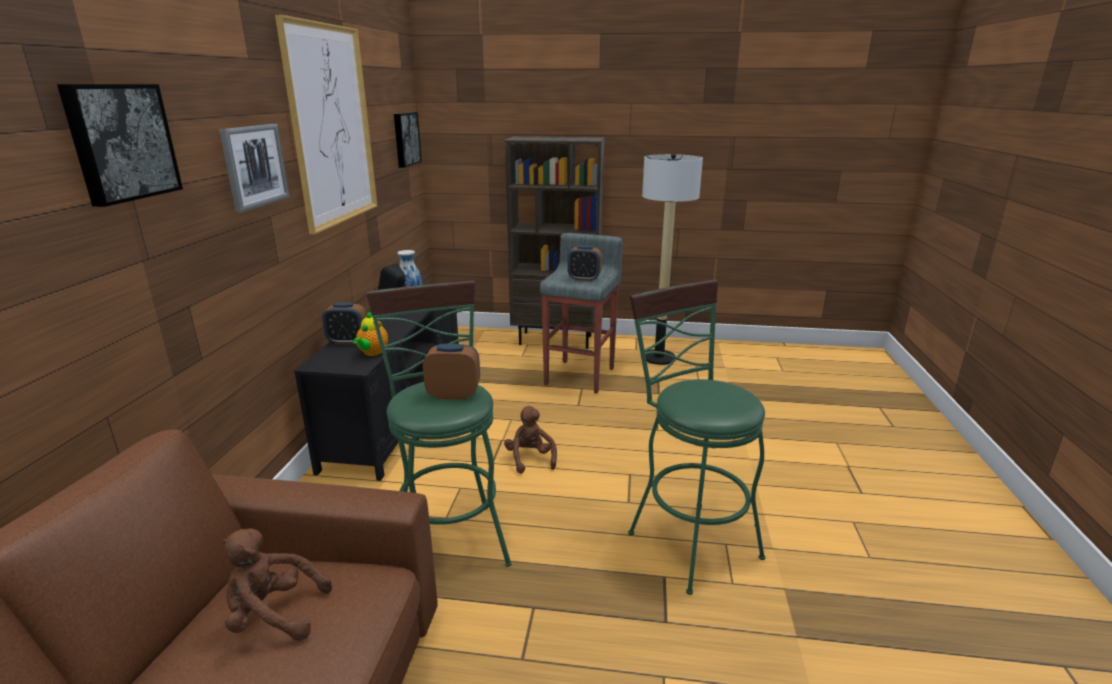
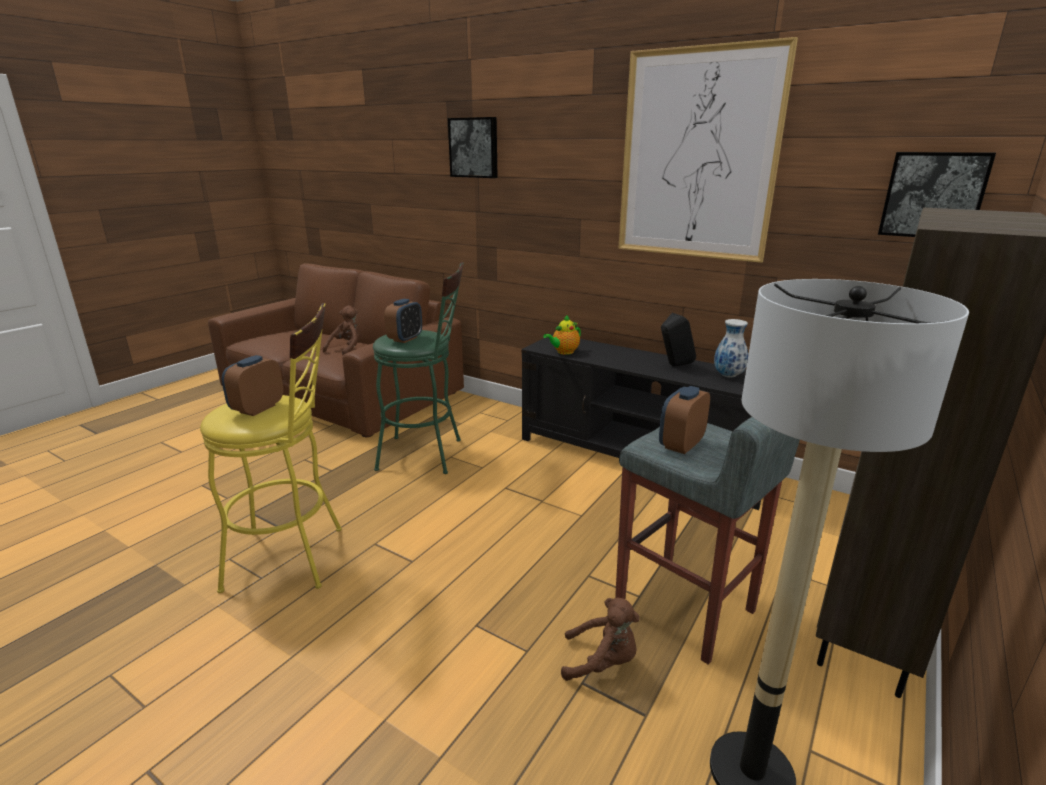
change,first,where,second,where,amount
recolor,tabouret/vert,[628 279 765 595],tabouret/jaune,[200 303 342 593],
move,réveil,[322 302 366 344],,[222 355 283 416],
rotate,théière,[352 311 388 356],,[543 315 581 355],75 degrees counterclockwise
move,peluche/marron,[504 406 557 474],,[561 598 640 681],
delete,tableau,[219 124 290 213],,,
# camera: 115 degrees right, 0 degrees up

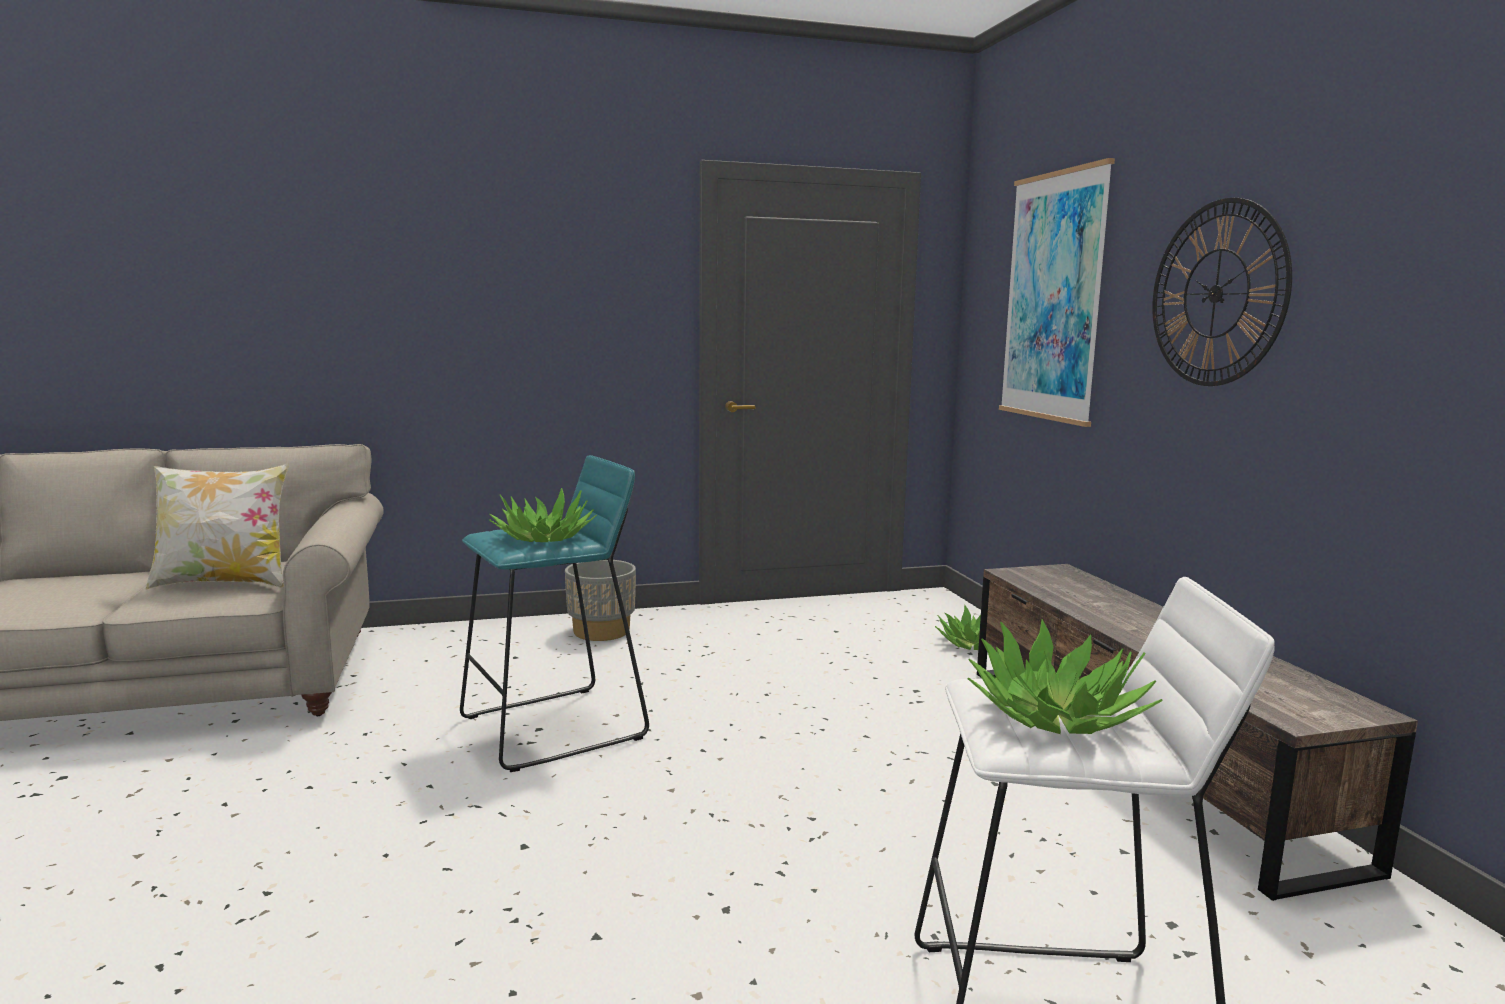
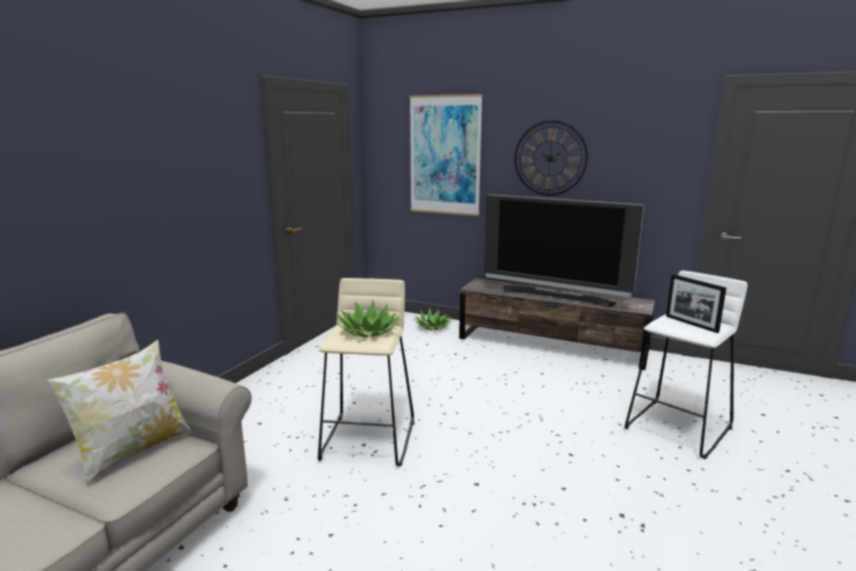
change,first,where,second,where,amount
recolor,tabouret/turquoise,[460 455 649 772],tabouret/beige,[318 278 414 467],
insert,,,téléviseur,[484 194 644 307],
replace,plante en pot,[968 619 1163 734],cadre photo,[666 274 726 333],
delete,cache-pot/gris,[565 560 636 641],,,
# camera: 50 degrees left, 5 degrees up

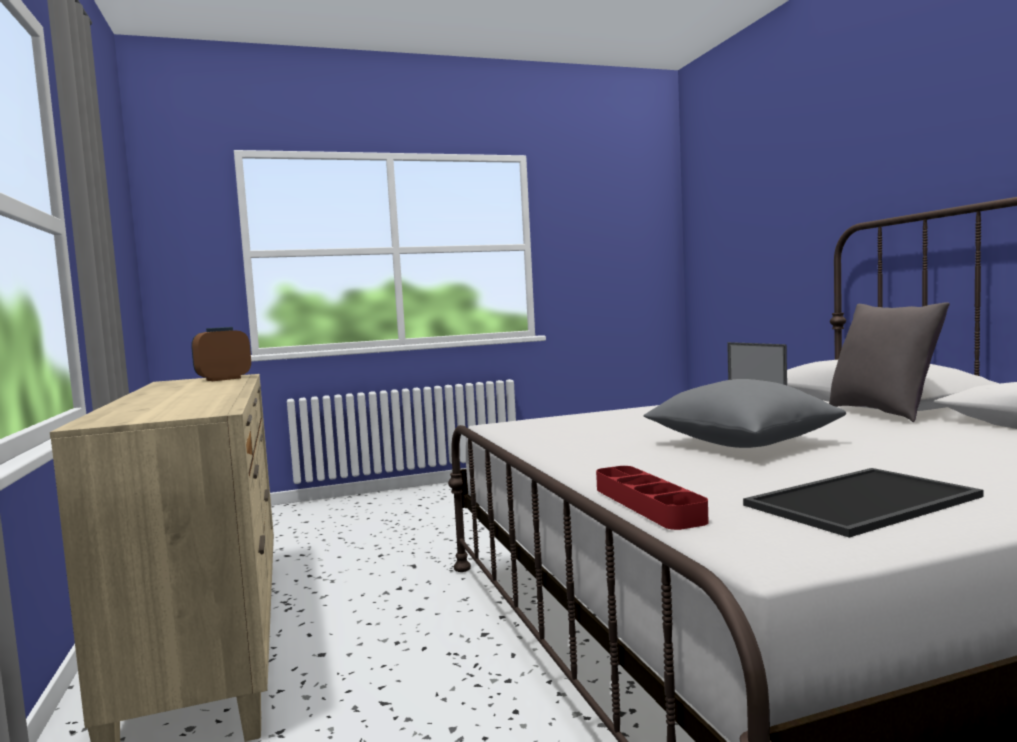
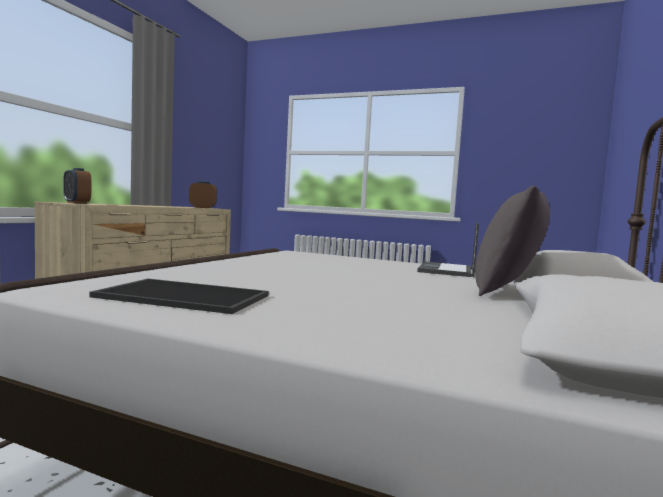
change,first,where,second,where,amount
insert,,,réveil,[63 168 91 204],
delete,plateau/rouge,[596 466 709 530],,,
delete,coussin/gris,[643 379 846 448],,,
# camera: 40 degrees right, 0 degrees up

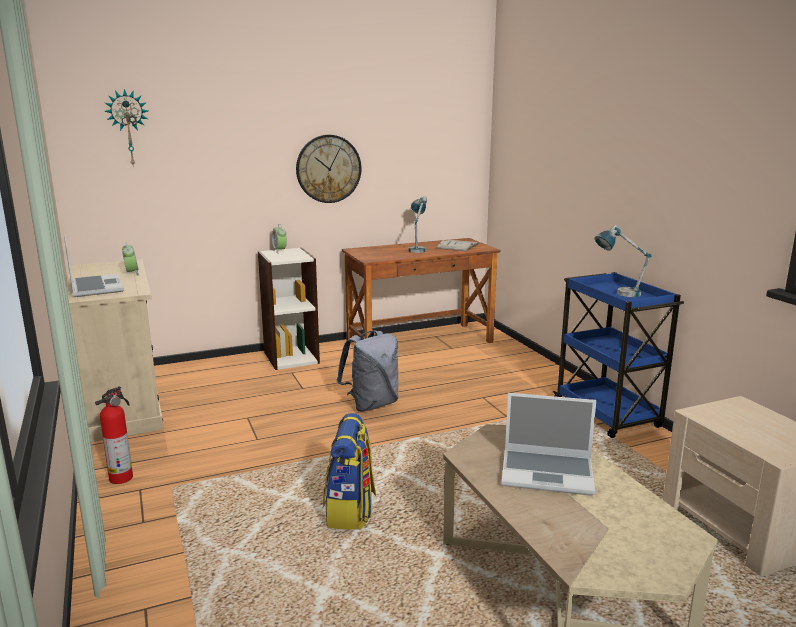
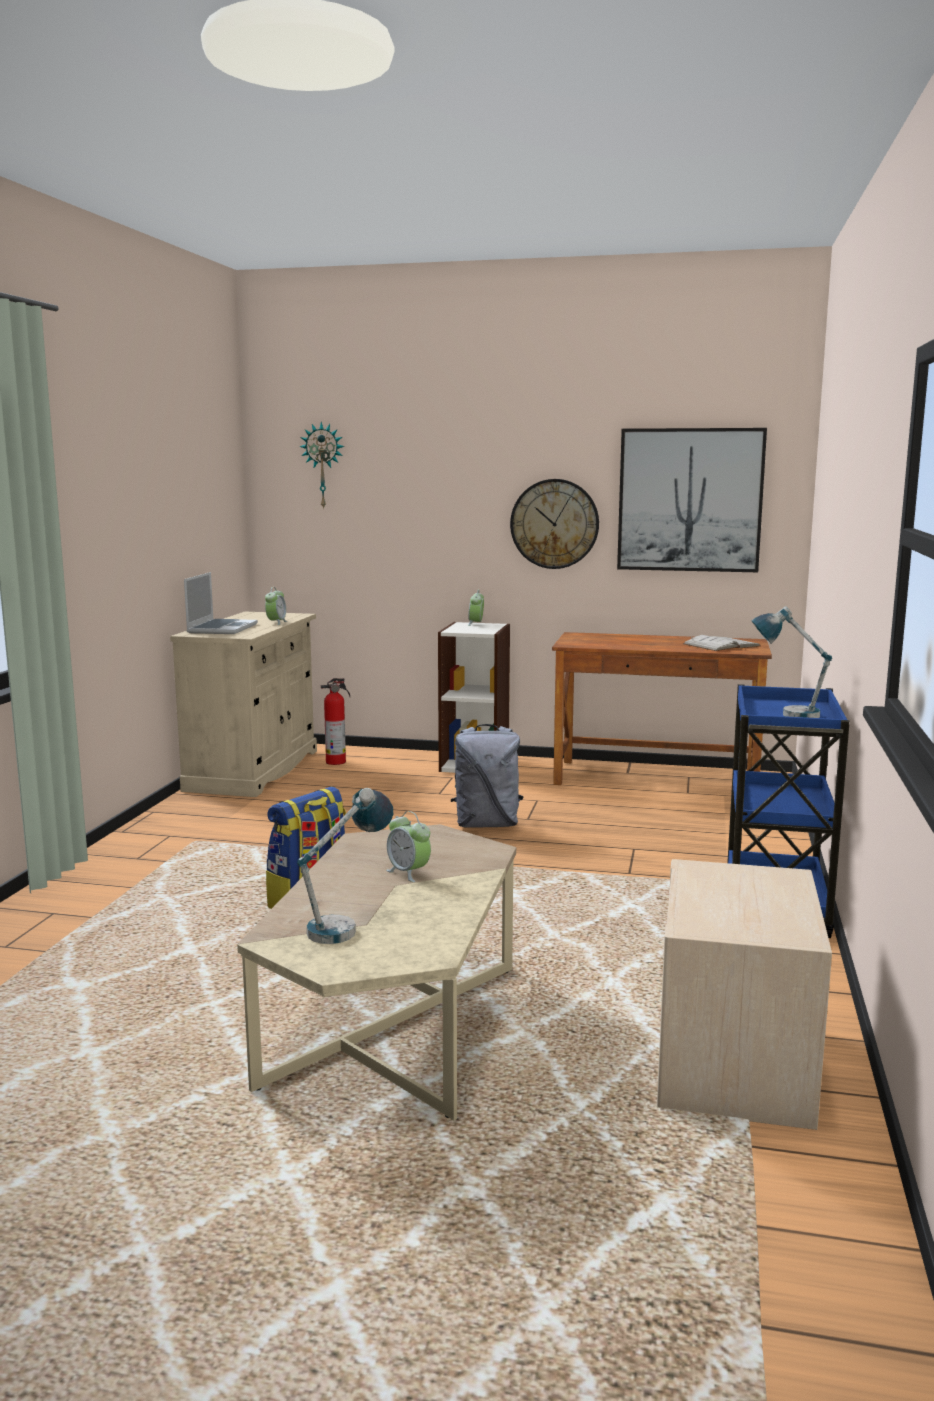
change,first,where,second,where,amount
move,lampe de table,[408 196 427 253],,[297 788 393 944],
move,extincteur,[95 386 133 484],,[321 678 350 765],
replace,ordinateur portable,[501 393 596 496],réveil,[386 811 431 882],
insert,,,tableau,[617 428 767 572],
# camera: 35 degrees right, 5 degrees down

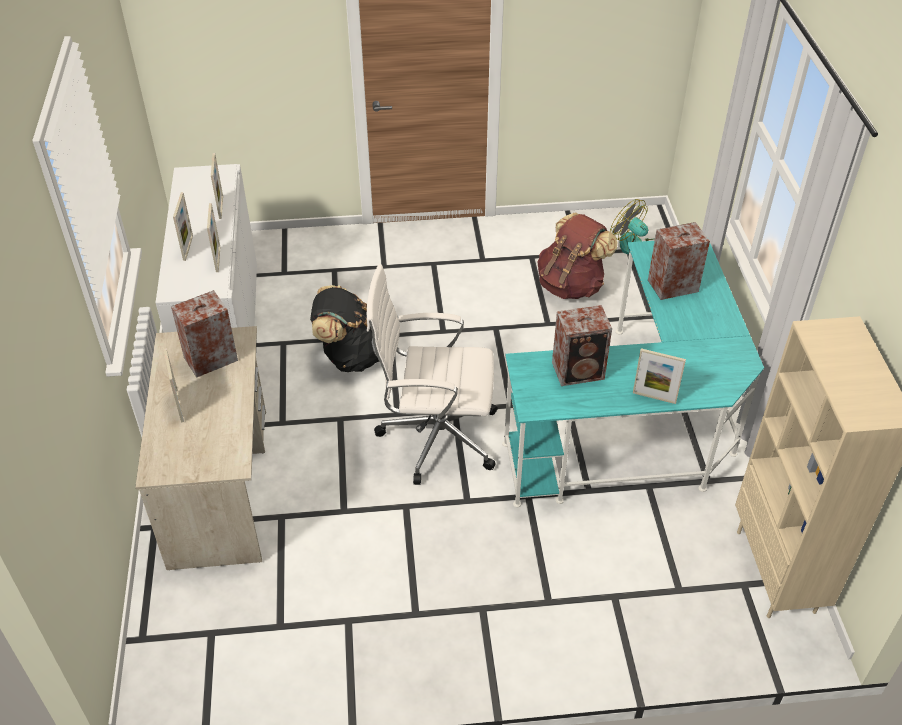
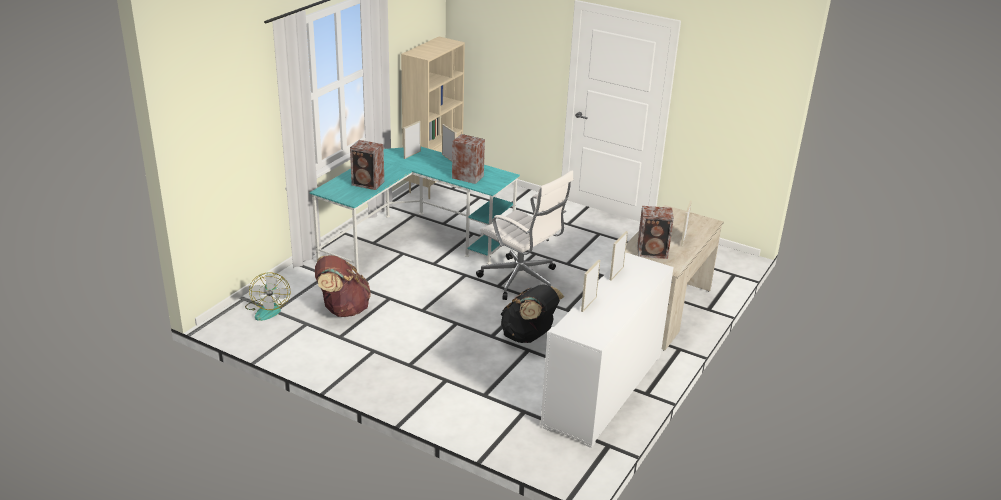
change,first,where,second,where,amount
move,cadre photo,[173 192 193 261],,[403 121 421 159],
# camera: 145 degrees left, 15 degrees down

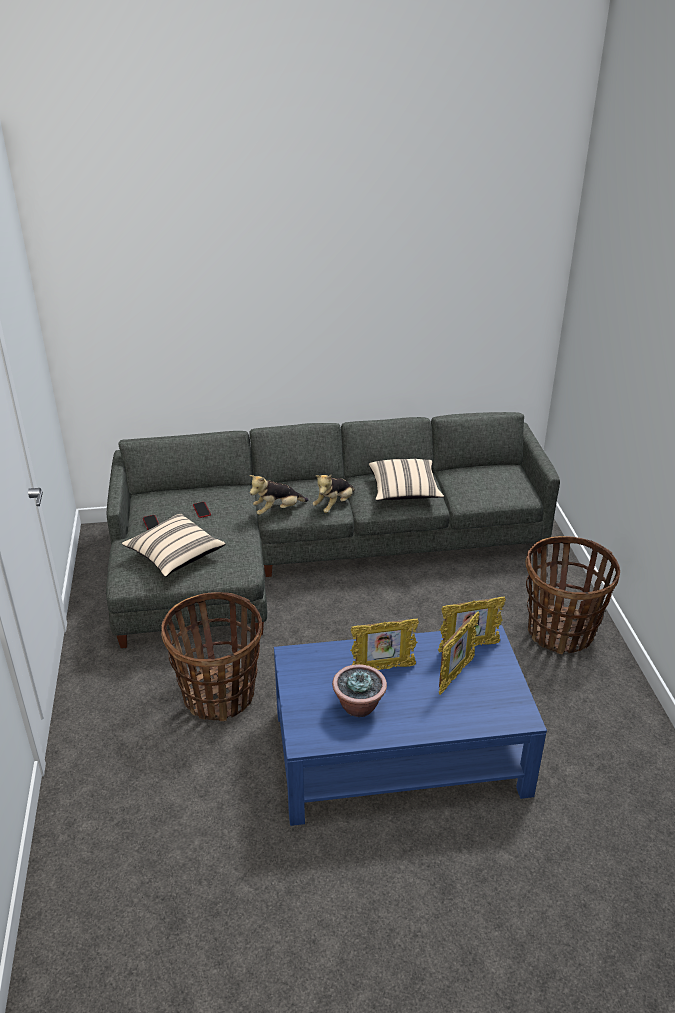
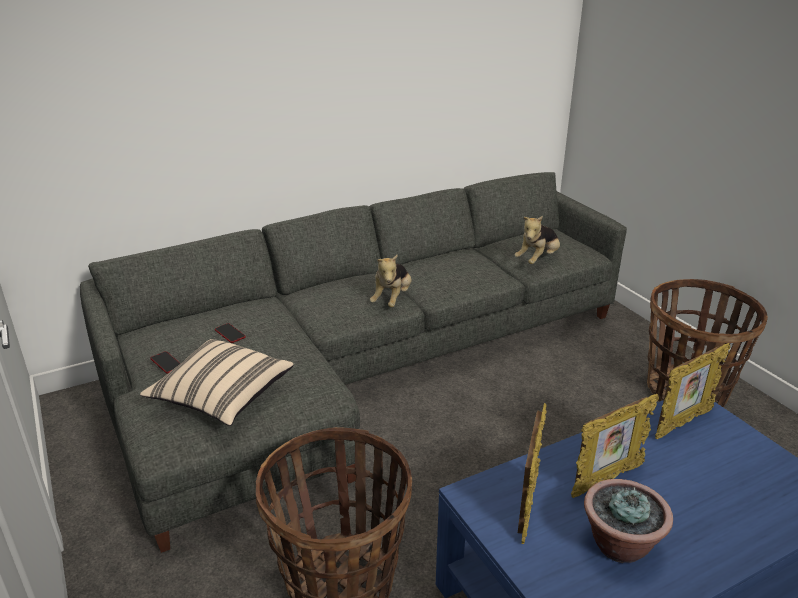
change,first,where,second,where,amount
move,peluche,[249 475 309 515],,[515 216 560 264],
move,cadre photo,[439 612 480 695],,[518 403 547 544],
delete,coussin/beige,[369 459 444 501],,,
# camera: 20 degrees left, 5 degrees down

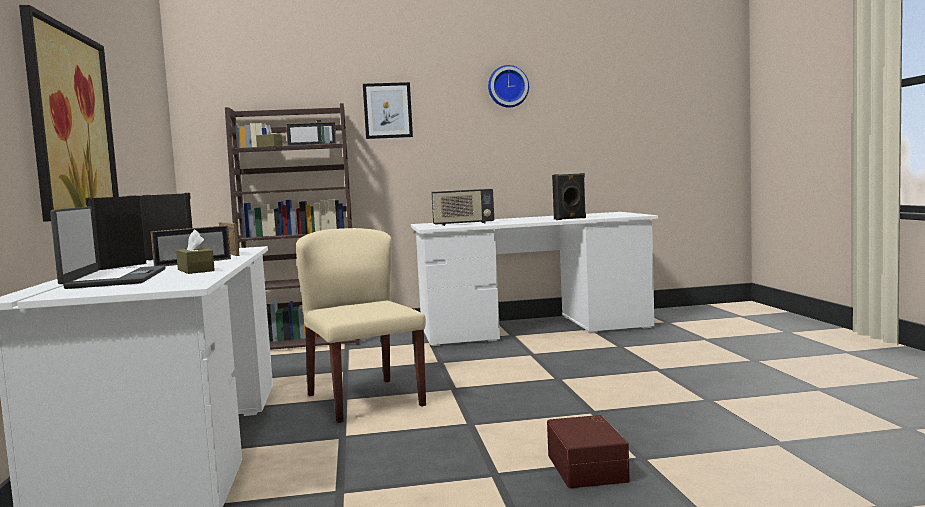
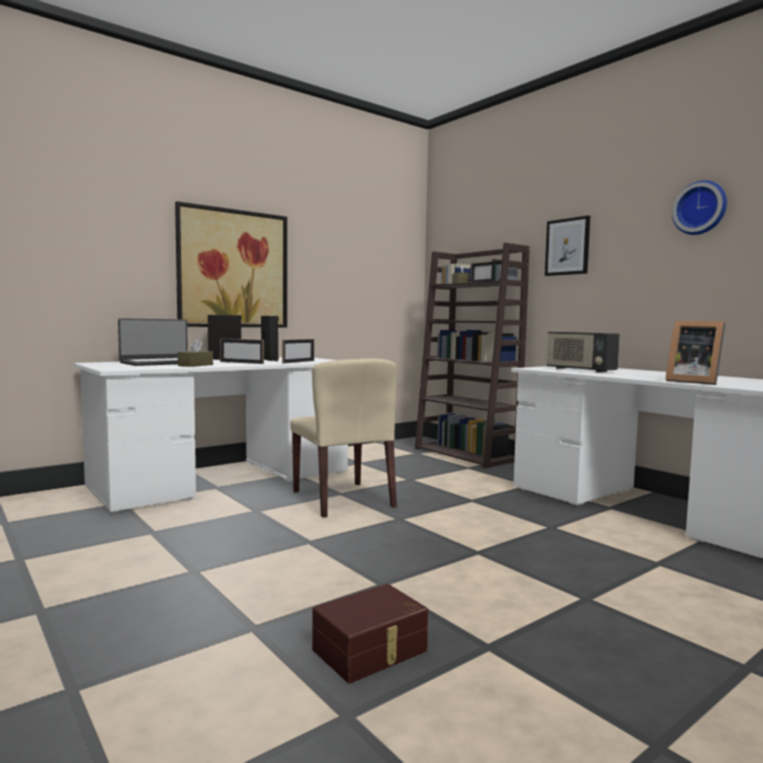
change,first,where,second,where,amount
rotate,chaise/beige,[296 228 426 423],,[290 358 397 518],120 degrees clockwise
move,boîte de rangement/marron,[547 415 630 488],,[312 584 428 683],
replace,enceinte/noir,[552 173 586 220],cadre photo,[665 321 725 385],
# camera: 60 degrees right, 0 degrees up

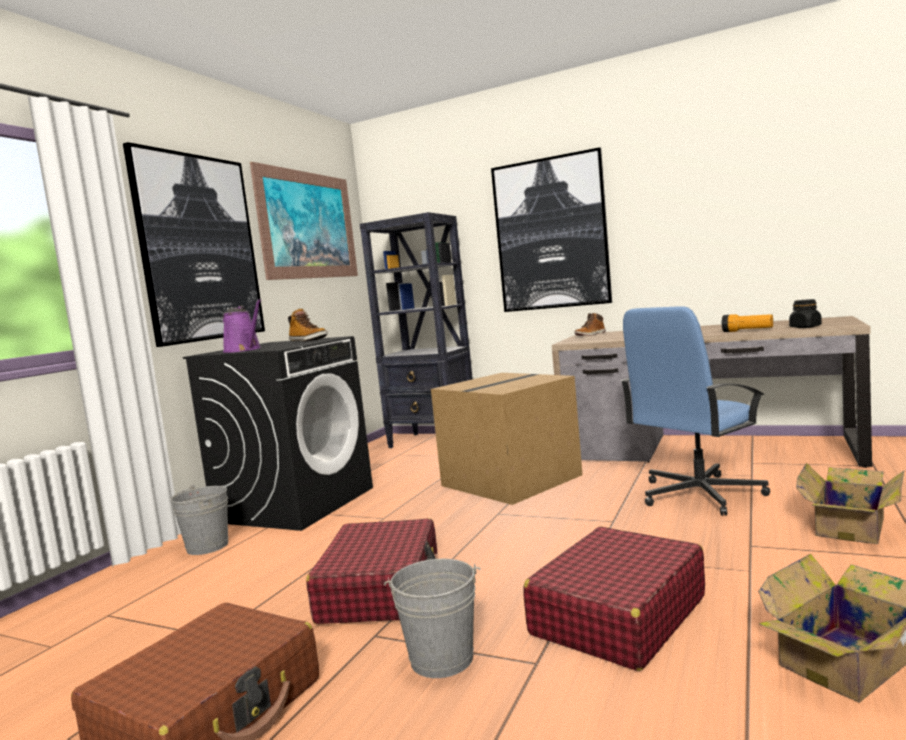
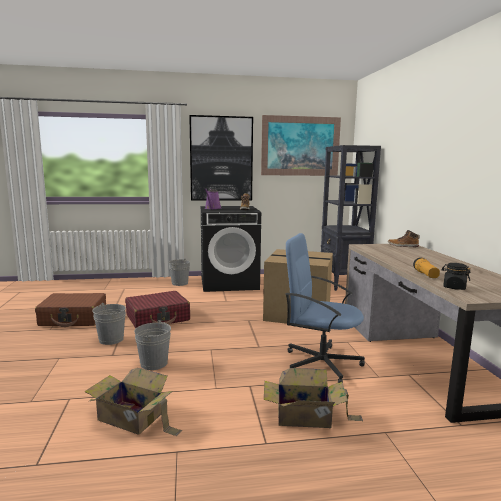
change,first,where,second,where,amount
replace,valise/rouge,[523 526 705 671],seau/gris,[134 320 171 370],
delete,tableau,[491 147 612 312],,,
# camera: 55 degrees right, 5 degrees up

